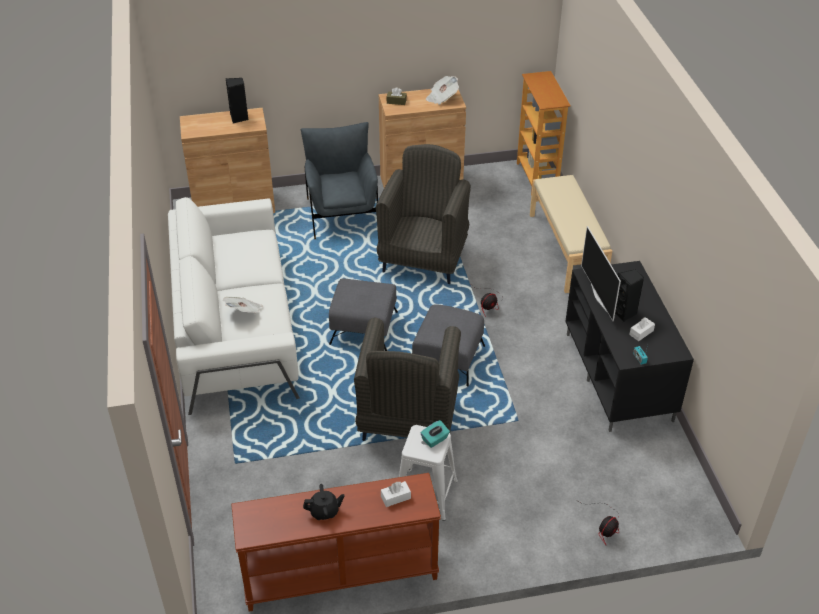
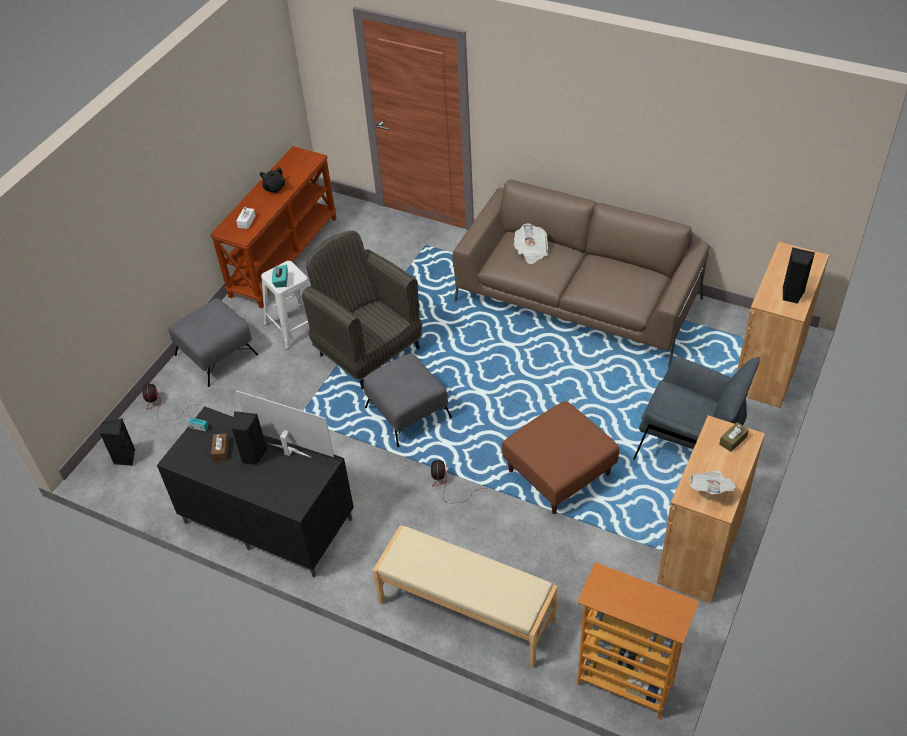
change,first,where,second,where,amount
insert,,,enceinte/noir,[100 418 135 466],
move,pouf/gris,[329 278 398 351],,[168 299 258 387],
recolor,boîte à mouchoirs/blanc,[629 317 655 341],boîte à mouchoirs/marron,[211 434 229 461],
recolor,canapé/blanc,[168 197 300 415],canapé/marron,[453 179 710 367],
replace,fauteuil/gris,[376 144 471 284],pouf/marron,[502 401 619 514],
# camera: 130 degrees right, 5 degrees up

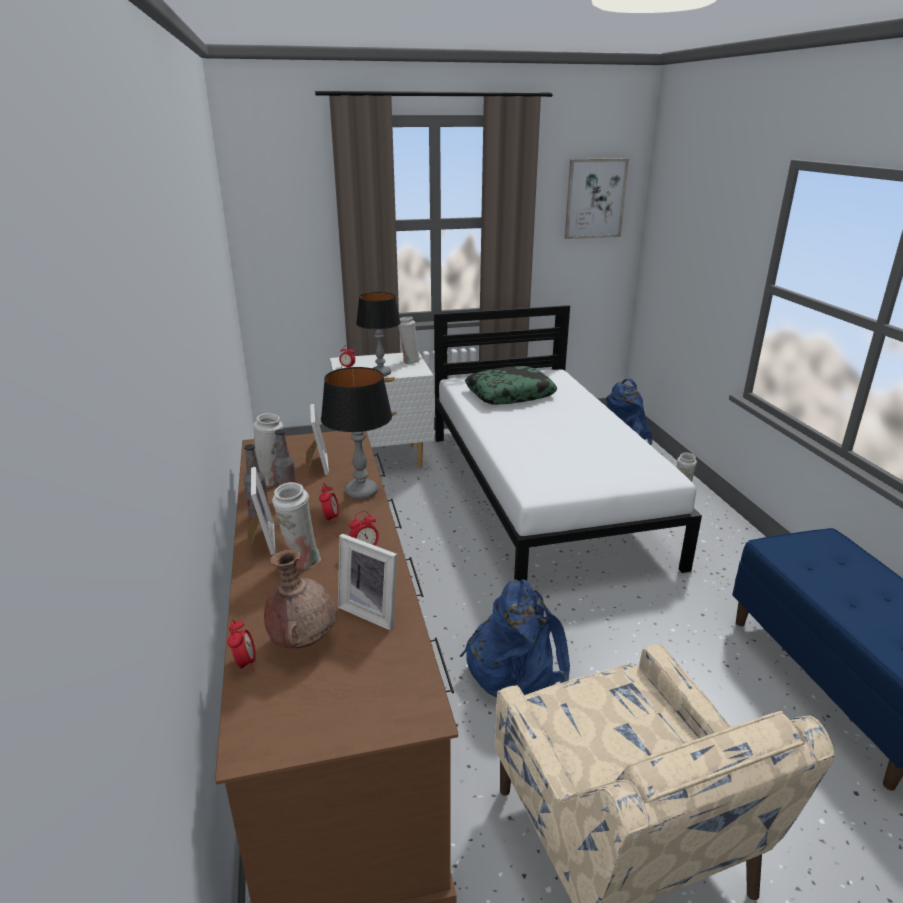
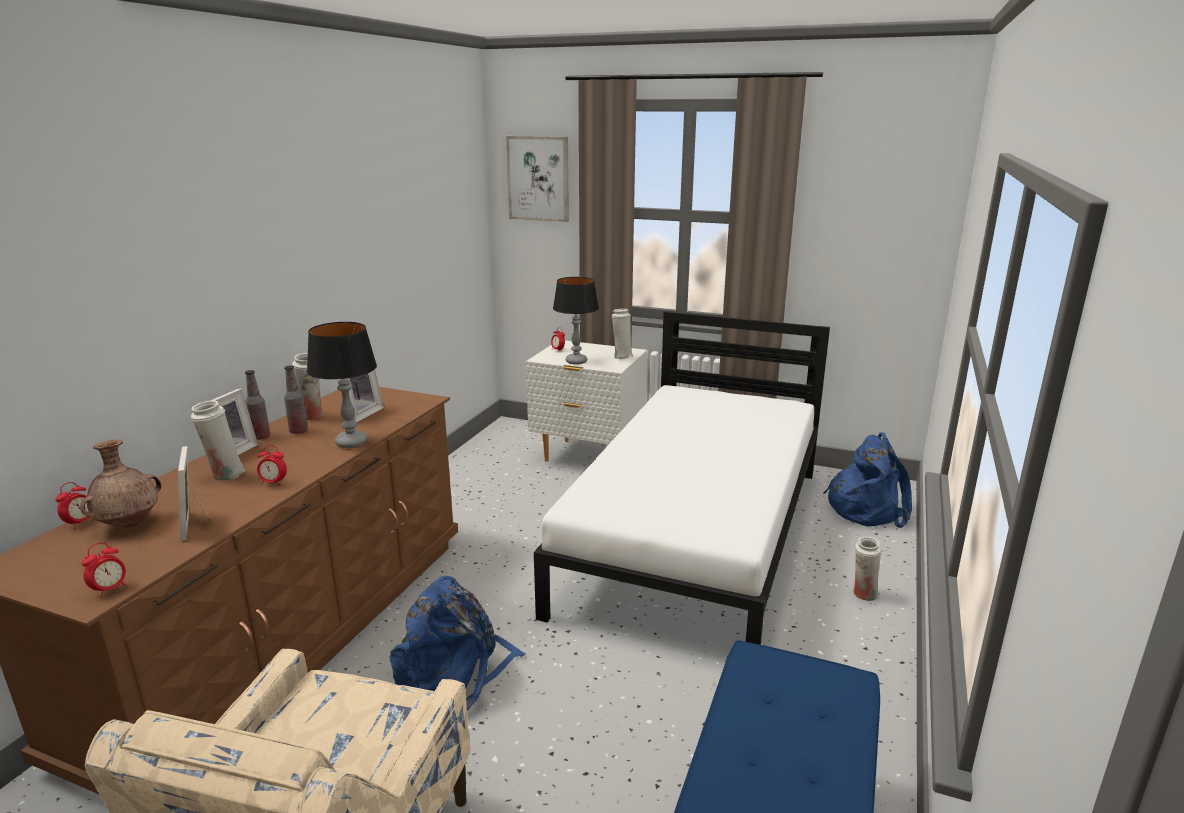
change,first,where,second,where,amount
move,réveil,[319 483 339 524],,[82 543 127 598],
move,tableau,[565 158 629 239],,[506 136 569 222],
delete,coussin,[465 366 557 405],,,
# camera: 35 degrees right, 5 degrees down

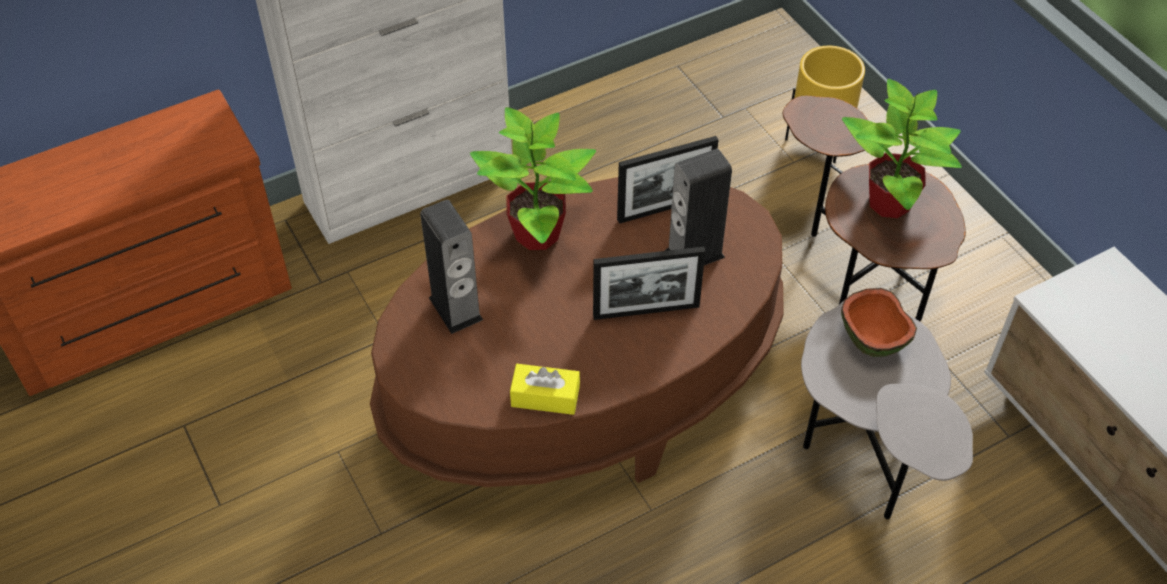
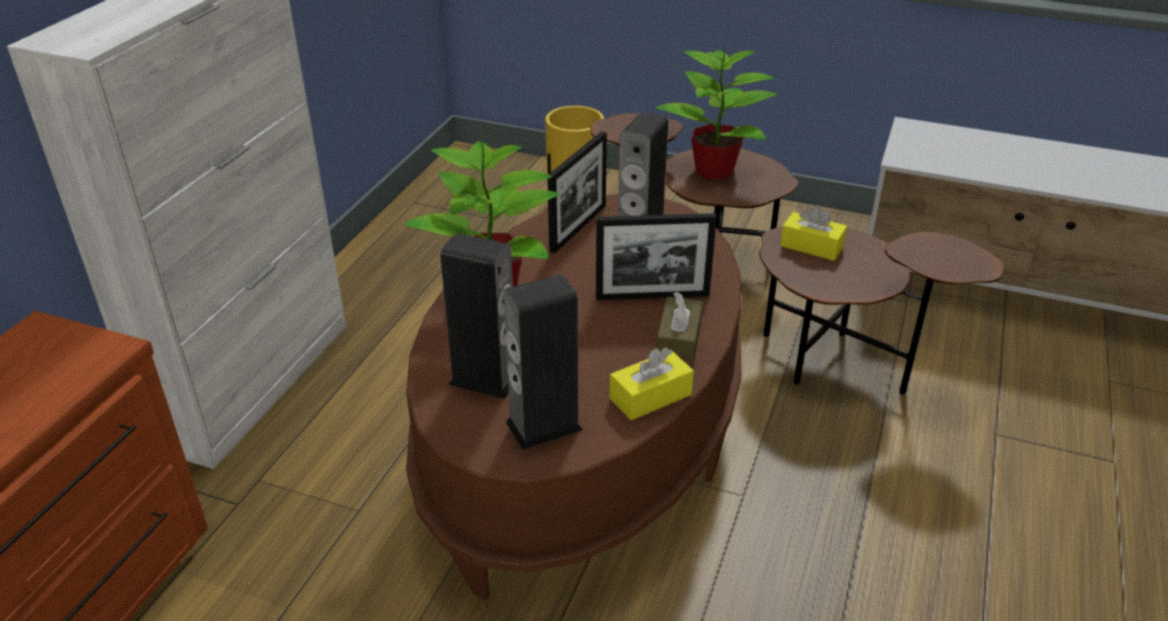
change,first,where,second,where,amount
insert,,,enceinte,[503 274 583 450],
rotate,cadre photo,[593 247 705 320],,[596 213 717 300],45 degrees clockwise
insert,,,boîte à mouchoirs/marron,[657 292 703 366],
recolor,table d'appoint/gris,[801 301 973 519],table d'appoint/marron,[759 226 1004 395],
replace,bol,[841 288 917 357],boîte à mouchoirs/jaune,[780 205 847 261],
# camera: 40 degrees left, 15 degrees down

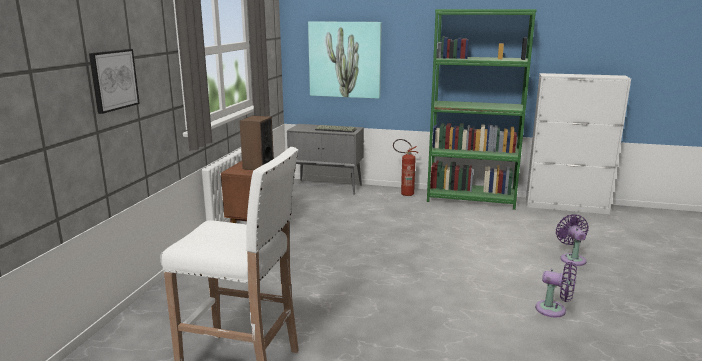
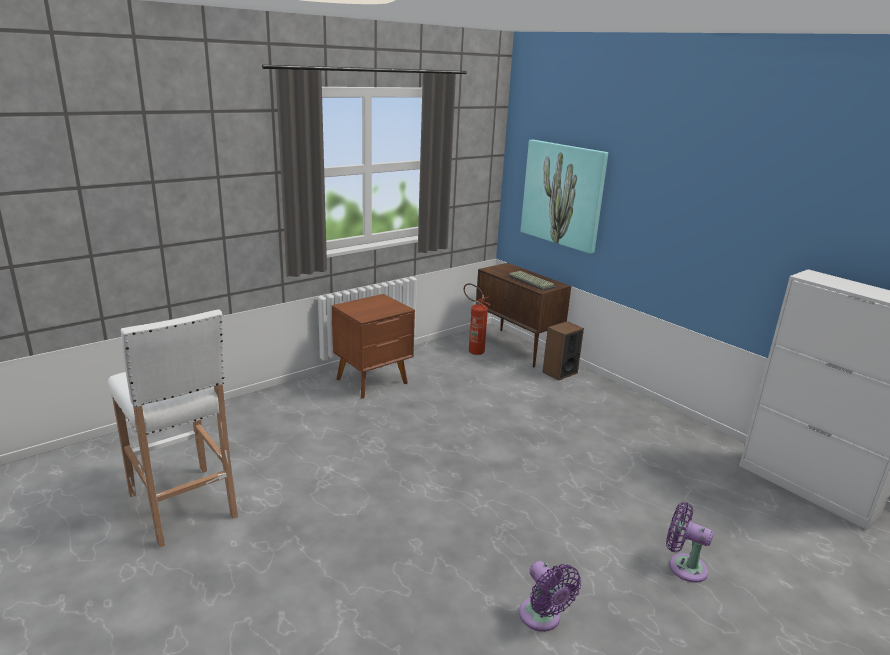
change,first,where,second,where,amount
move,extincteur,[393 139 418 196],,[464 283 490 355],
recolor,meuble de rangement/gris,[287 124 364 195],meuble de rangement/marron,[476 263 571 367],
move,enceinte,[239 116 274 170],,[543 321 584 381],
rotate,ventilateur/violet,[556 214 588 266],,[666 502 714 583],90 degrees counterclockwise
delete,tableau,[89 49 140 114],,,
delete,bibliothèque/vert,[427 9 537 210],,,
# camera: 35 degrees right, 5 degrees up

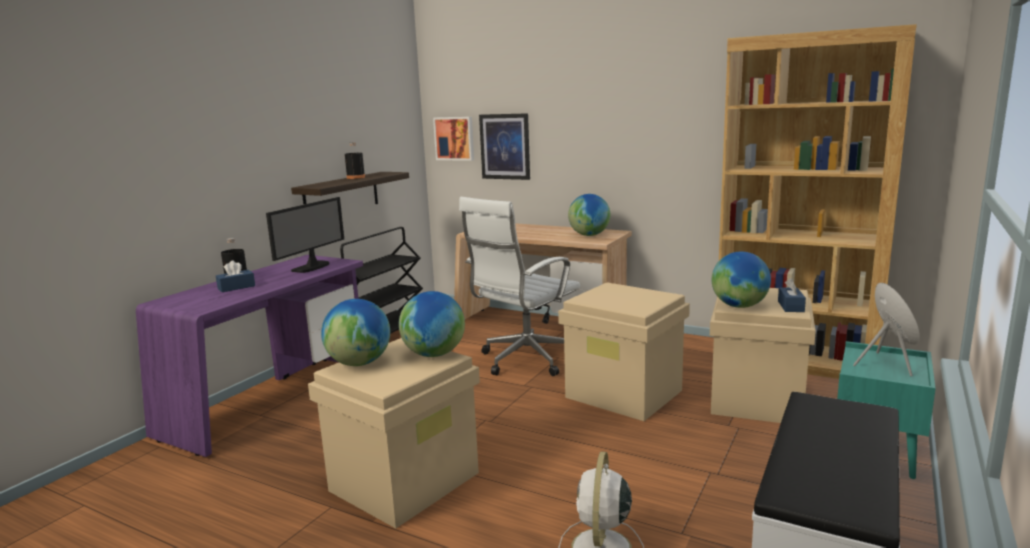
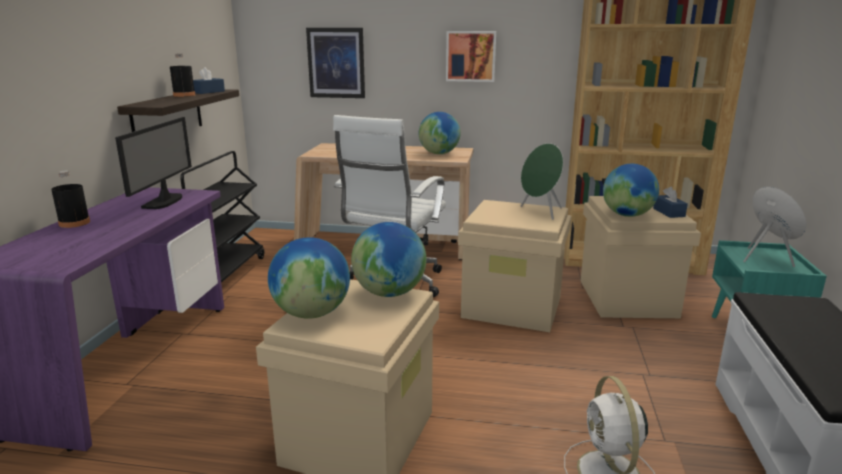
change,first,where,second,where,amount
move,boîte à mouchoirs/bleu,[216 260 255 292],,[193 67 225 94],
move,tableau,[433 117 474 161],,[446 31 496 82],
insert,,,enceinte/vert,[520 143 563 220],
# camera: 20 degrees left, 5 degrees up

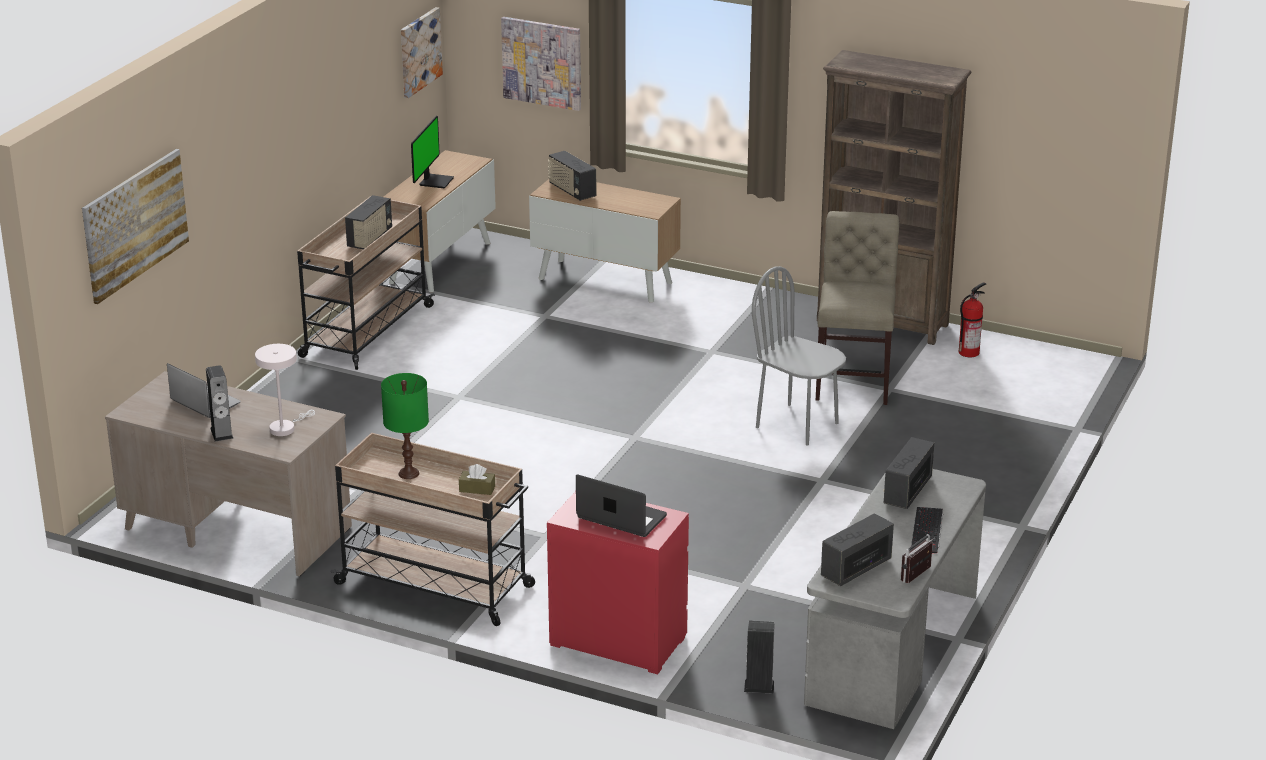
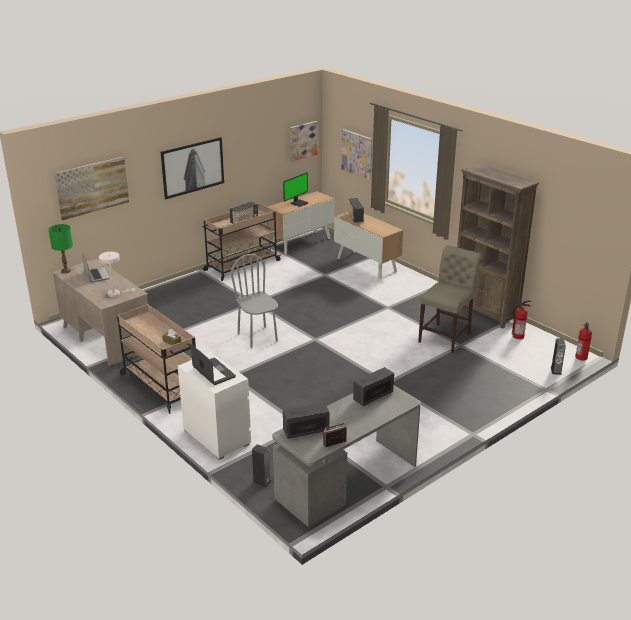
change,first,where,second,where,amount
move,lampe de table/vert,[381 373 429 479],,[49 224 73 273],
insert,,,tableau,[161 137 224 199],
recolor,commode/rouge,[547 491 689 675],commode/blanc,[178 352 251 460],
move,chaise/gris,[752 266 846 445],,[231 254 278 348],
move,enceinte,[206 365 234 441],,[551 338 566 375],
insert,,,extincteur,[575 322 592 360],
delete,clavier,[911 507 943 554],,,
# camera: 25 degrees right, 0 degrees up

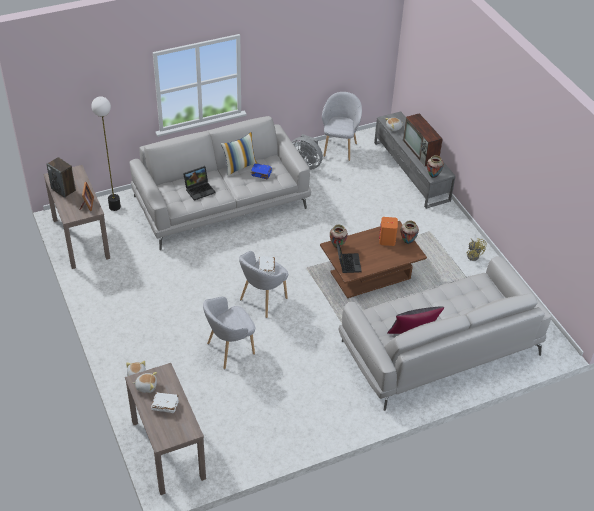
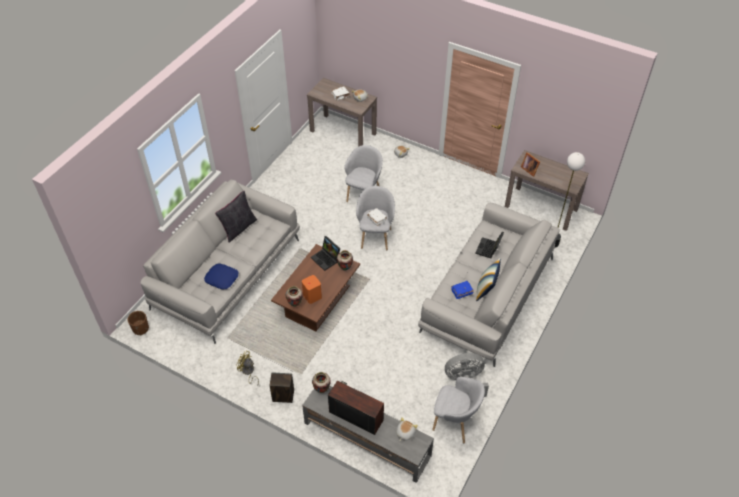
change,first,where,second,where,amount
insert,,,cache-pot/marron,[127 311 149 335],
insert,,,coussin/bleu,[204 263 239 289],
move,enceinte,[46 157 76 198],,[269 372 294 403],
rotate,fauteuil/gris,[322 92 362 161],,[432 377 485 443],45 degrees counterclockwise
# camera: 145 degrees right, 5 degrees up

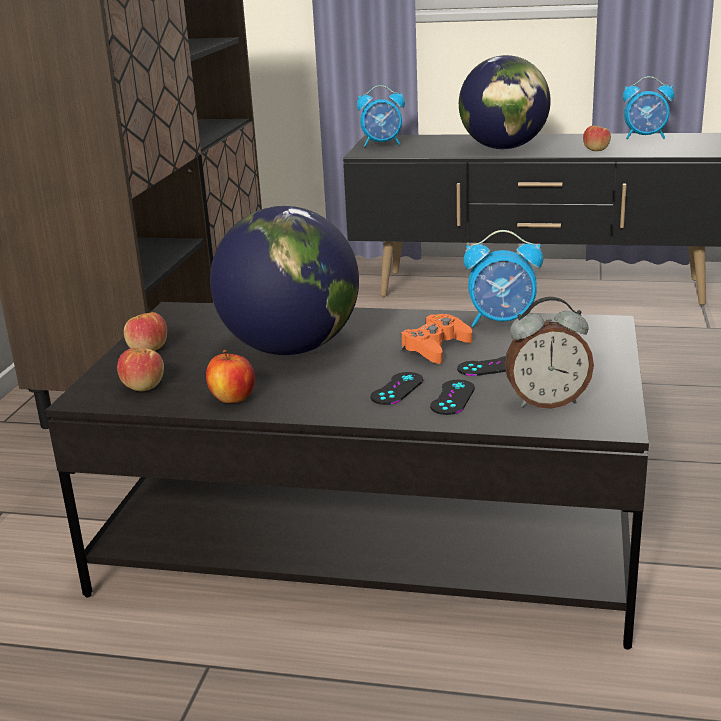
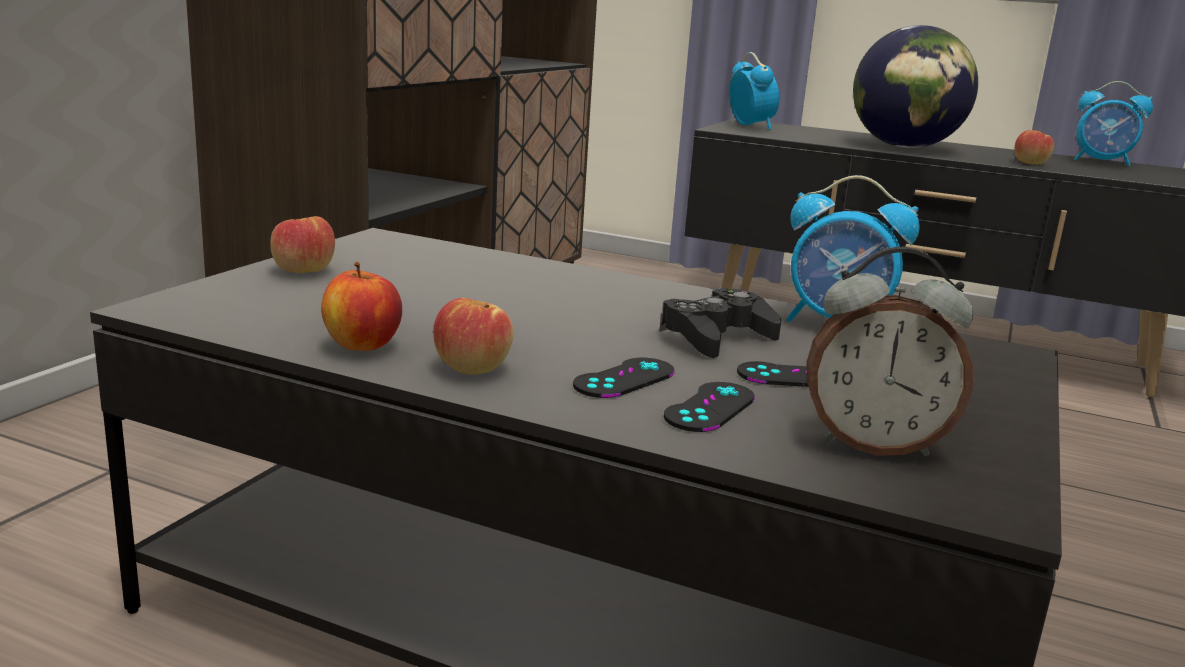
change,first,where,second,where,amount
move,pomme,[117 348 164 391],,[433 298 513 375],
recolor,manette/orange,[400 314 472 364],manette/noir,[659 288 781 358],
rotate,réveil,[357 85 405 147],,[729 52 779 130],120 degrees counterclockwise
delete,globe,[210 206 359 355],,,
# camera: 10 degrees right, 5 degrees down

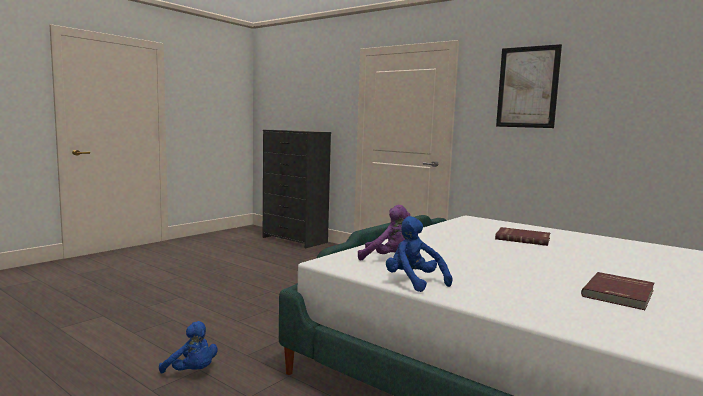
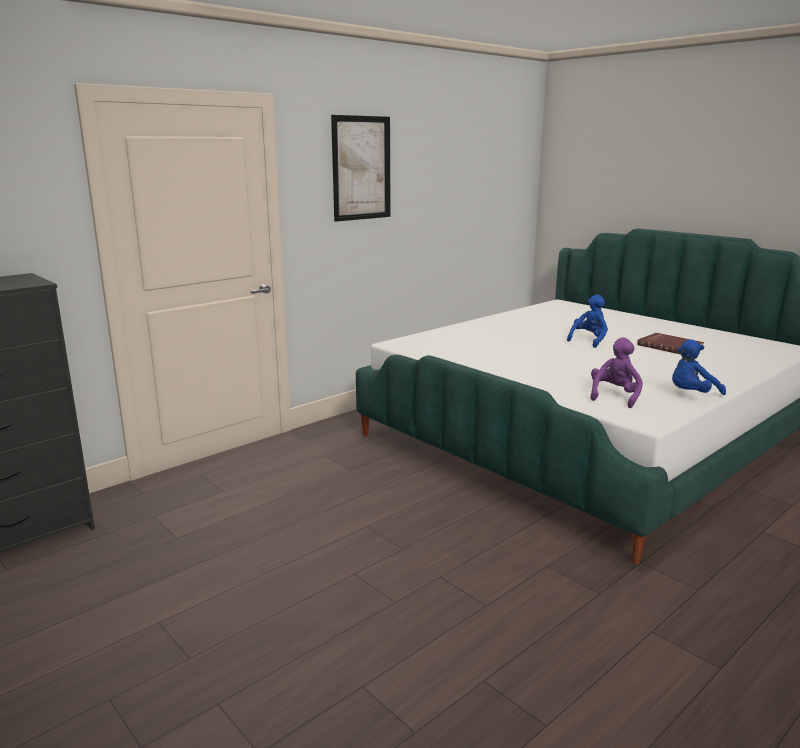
change,first,where,second,where,amount
move,peluche/bleu,[159 321 218 373],,[567 294 608 348],
delete,livre/rouge,[495 227 550 246],,,
# camera: 80 degrees left, 10 degrees up

